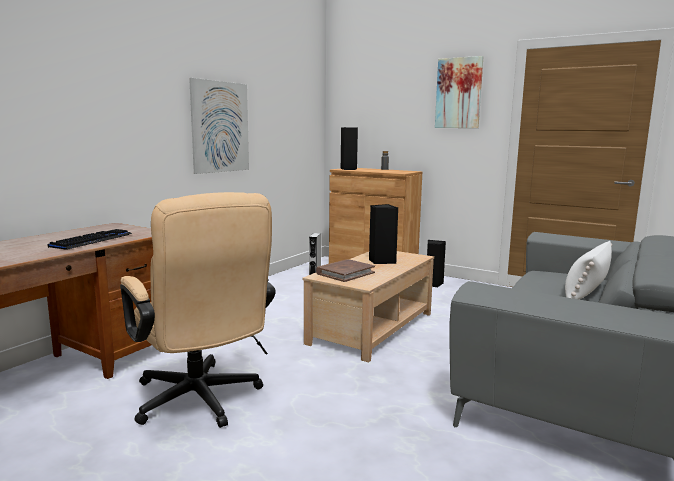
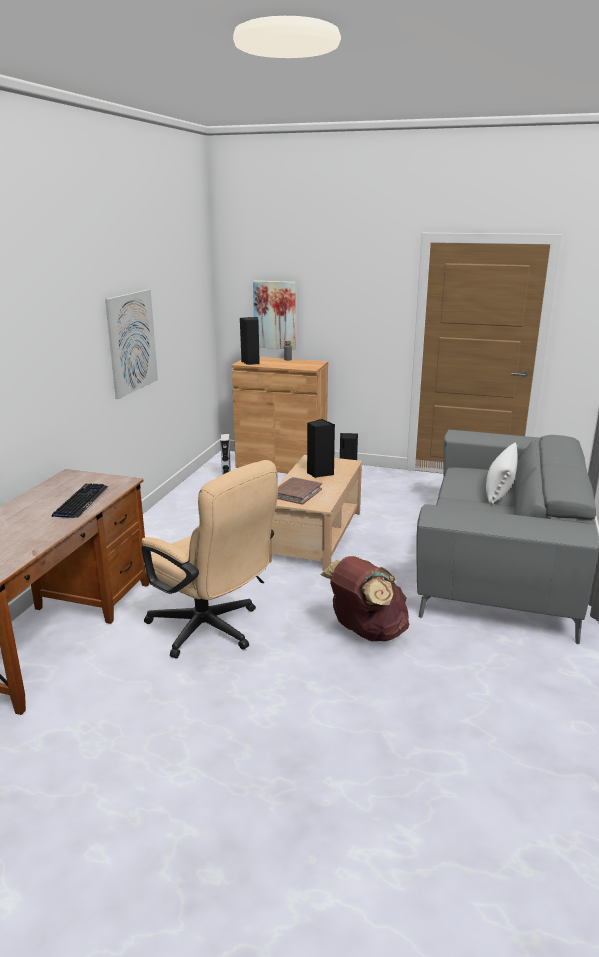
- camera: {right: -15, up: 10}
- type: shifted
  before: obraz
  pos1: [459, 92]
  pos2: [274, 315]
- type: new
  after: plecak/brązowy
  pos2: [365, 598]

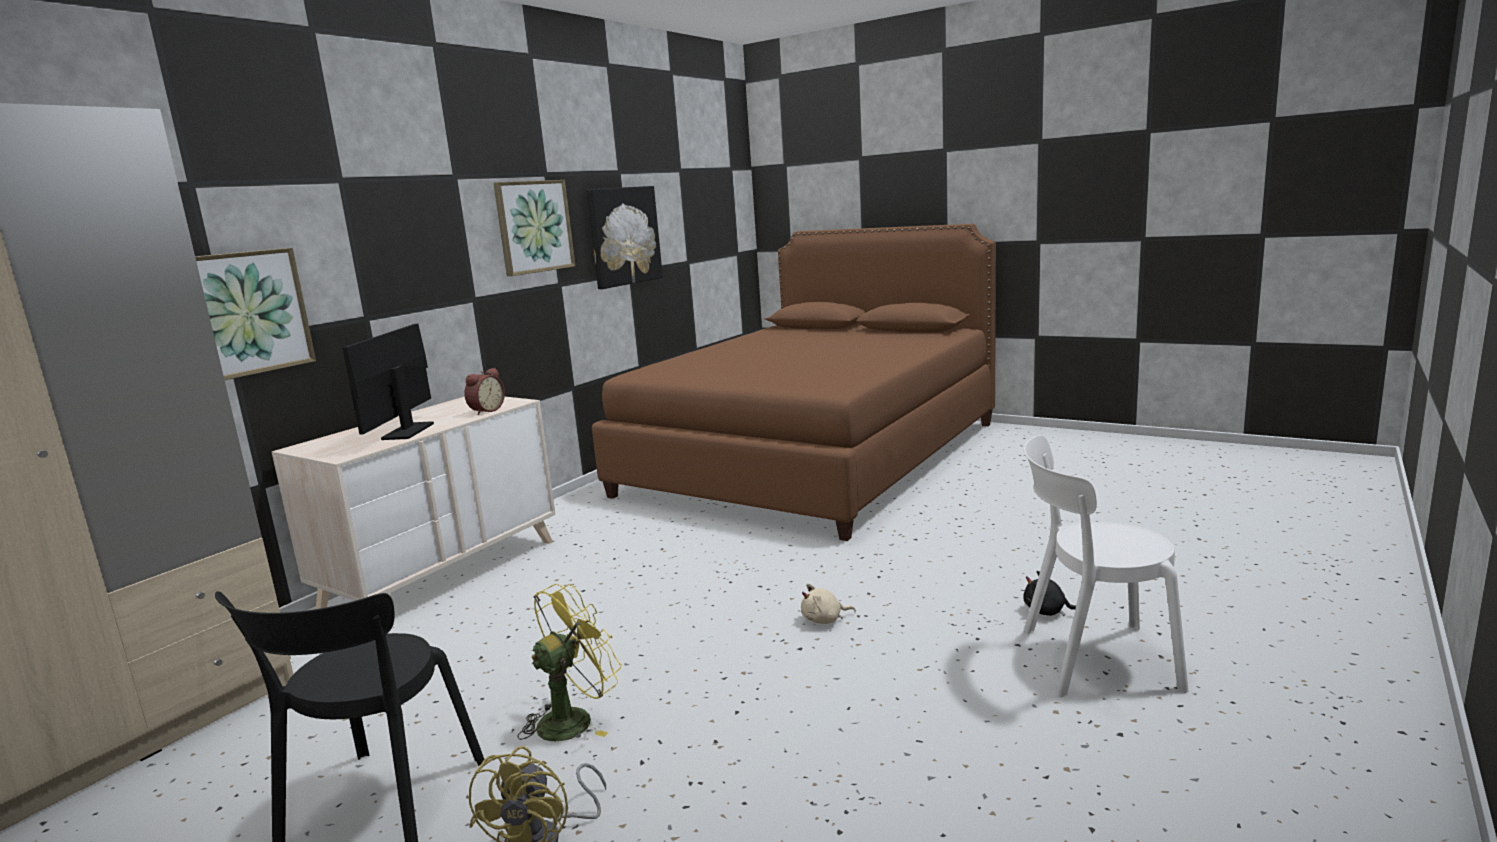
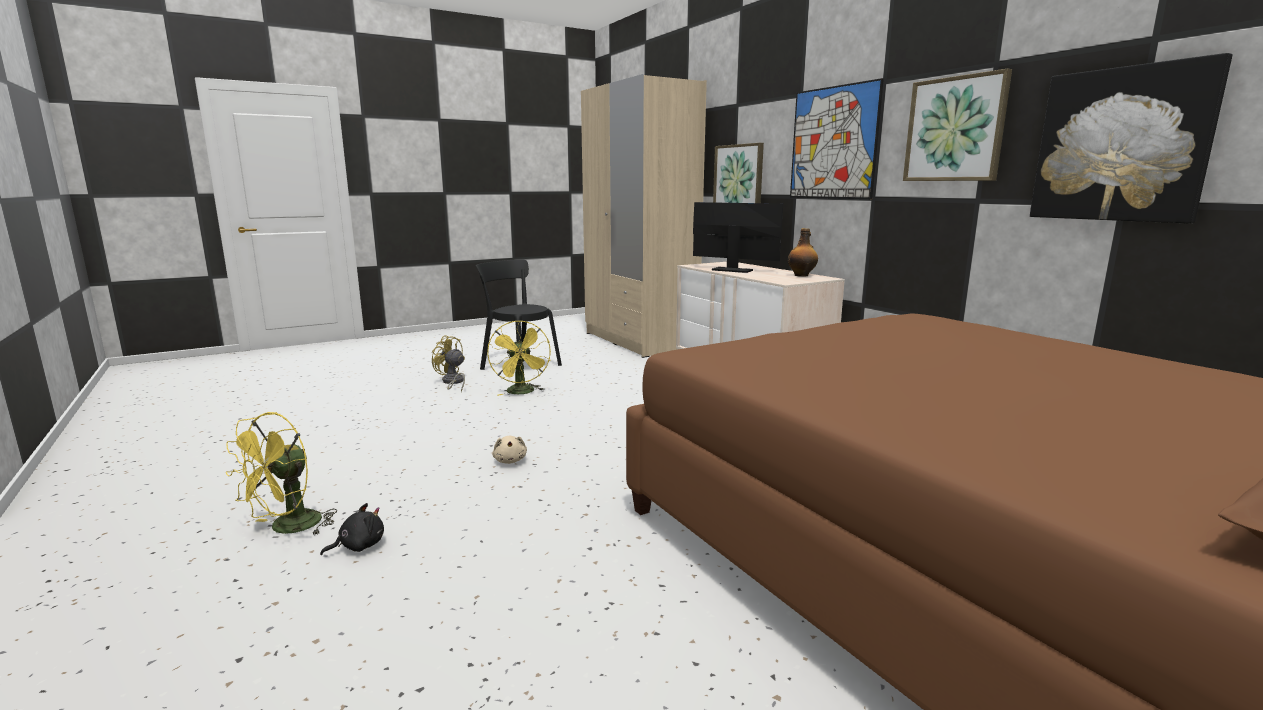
- camera: {right: 115, up: 0}
- type: gone
  before: budzik
  pos1: [484, 391]
- type: swapped
  before: krzesło/biały
  after: wentylator/żółty
  pos1: [1106, 566]
  pos2: [281, 474]
- type: rotated
  before: pluszak/beżowy
  pos1: [828, 604]
  pos2: [509, 450]
  turn: 150
- type: new
  after: obraz
  pos2: [837, 138]
- type: new
  after: butelka
  pos2: [803, 252]

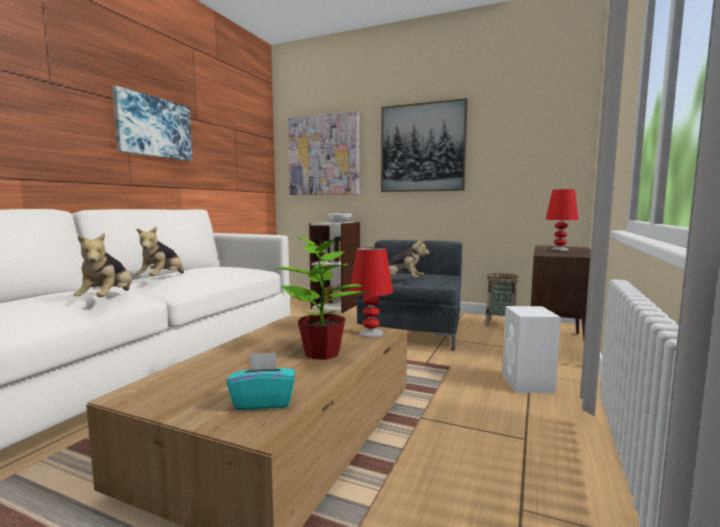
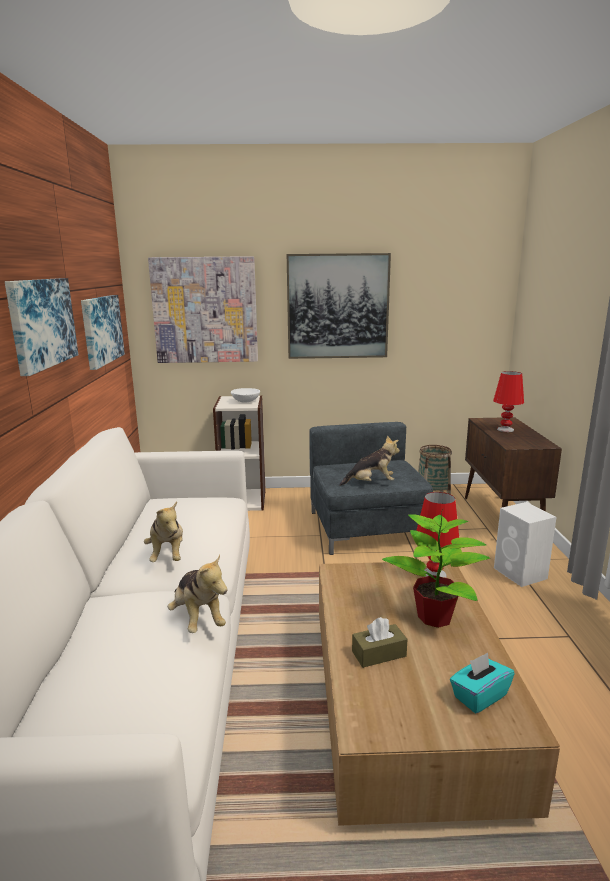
- camera: {right: -25, up: 10}
- type: new
  after: obraz
  pos2: [103, 332]
- type: new
  after: pudełko chusteczek/brązowy
  pos2: [380, 642]

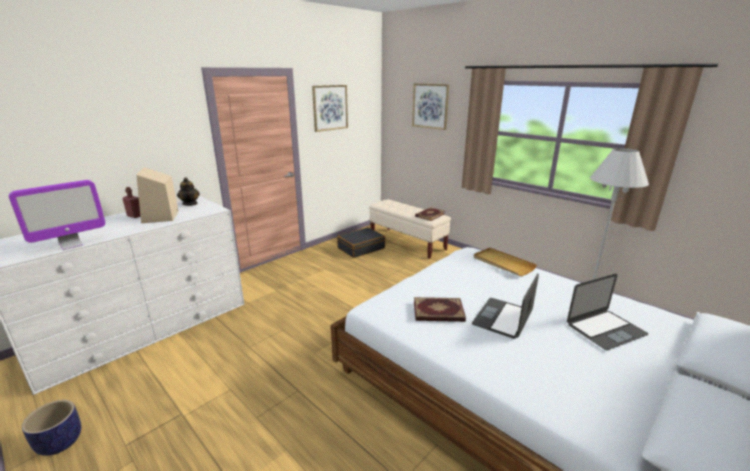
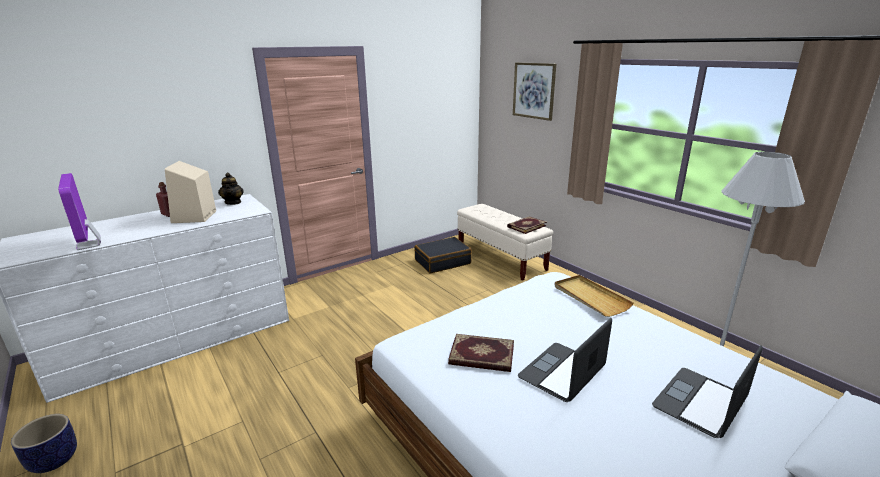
- camera: {right: 10, up: 0}
- type: gone
  before: obraz
  pos1: [330, 108]
- type: rotated
  before: monitor
  pos1: [57, 215]
  pos2: [79, 211]
  turn: 90
- type: rotated
  before: laptop
  pos1: [607, 312]
  pos2: [707, 391]
  turn: 150

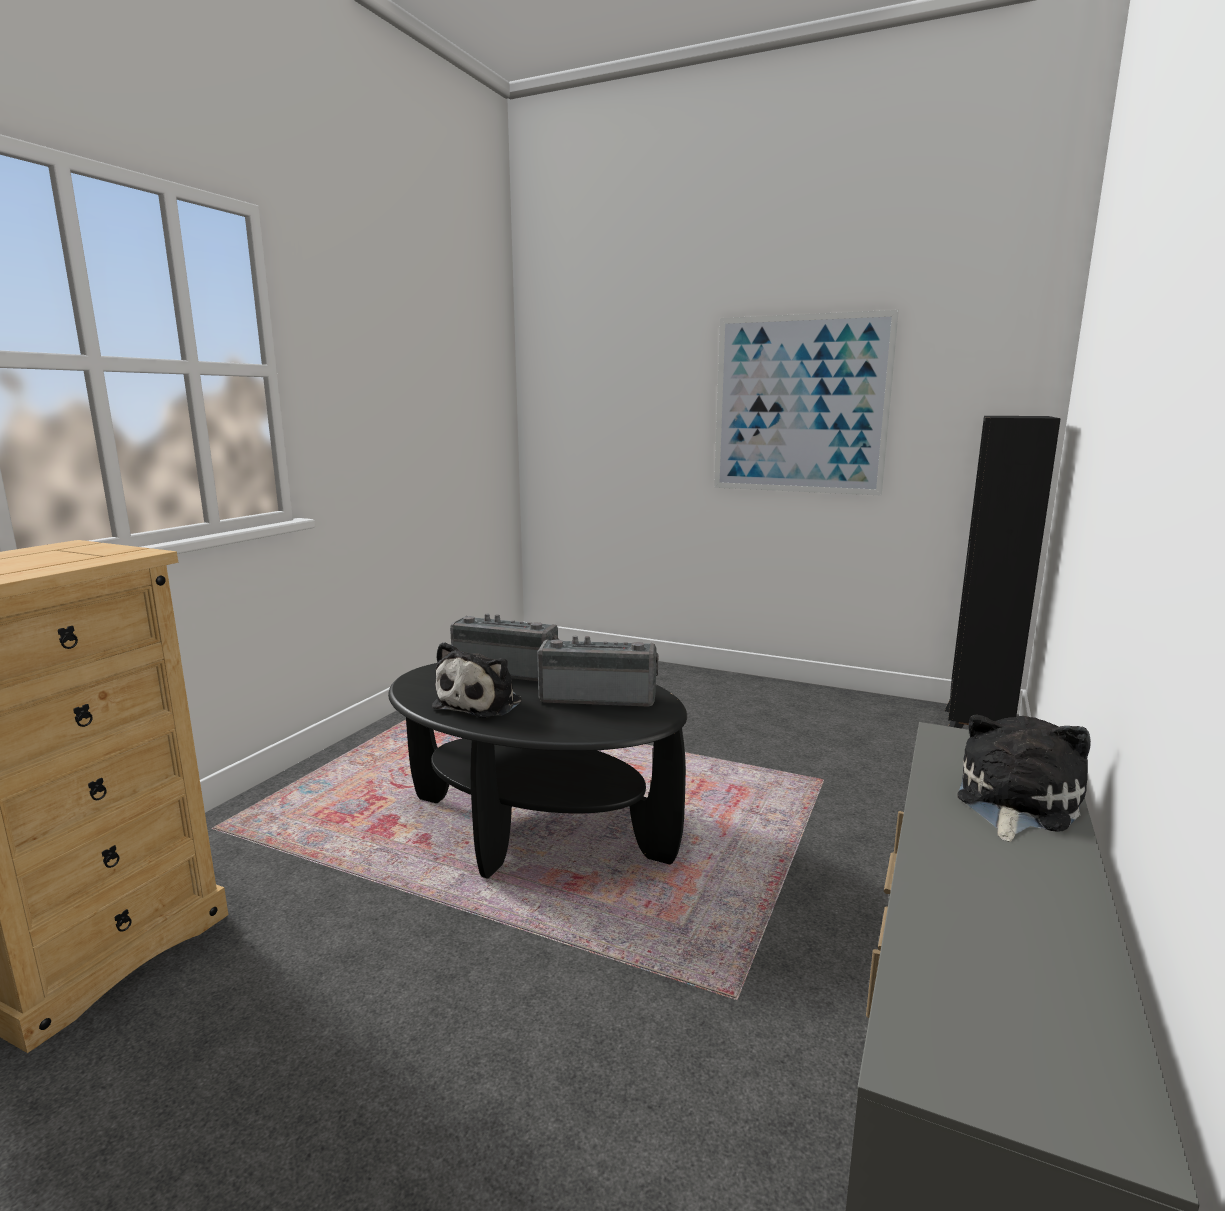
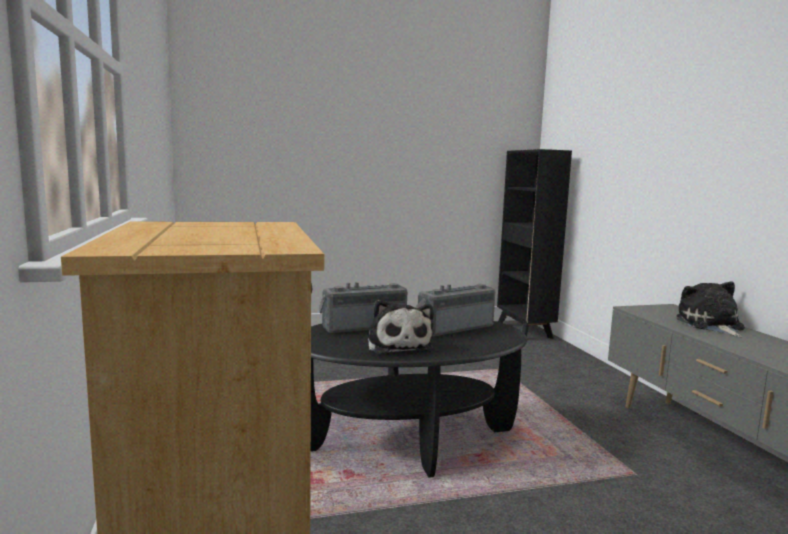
- camera: {right: -40, up: -5}
- type: gone
  before: obraz
  pos1: [806, 403]

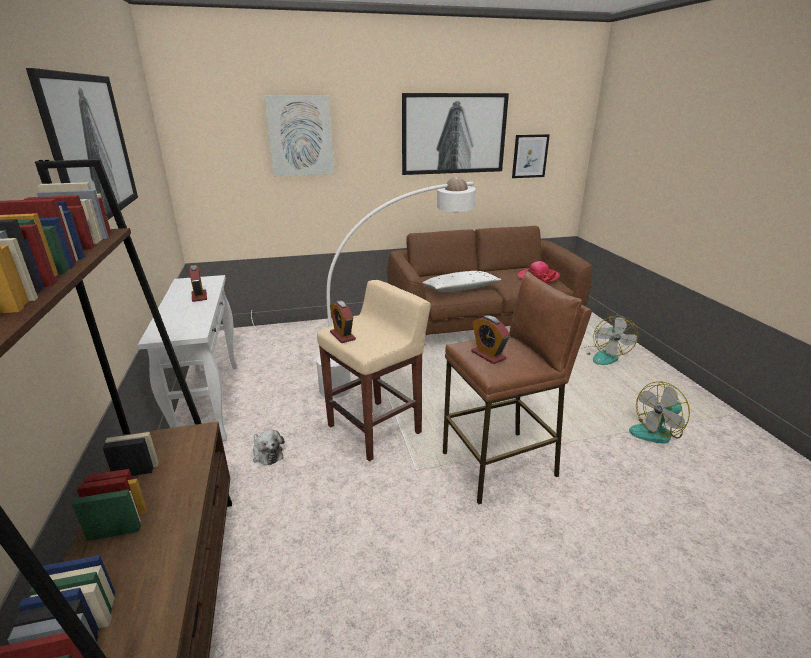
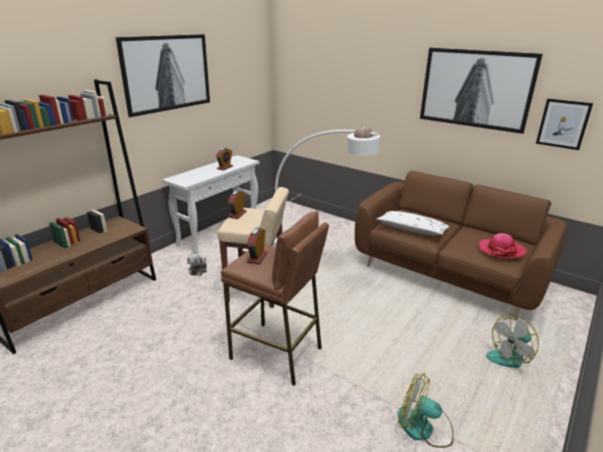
- camera: {right: 50, up: 0}
- type: gone
  before: obraz
  pos1: [299, 136]

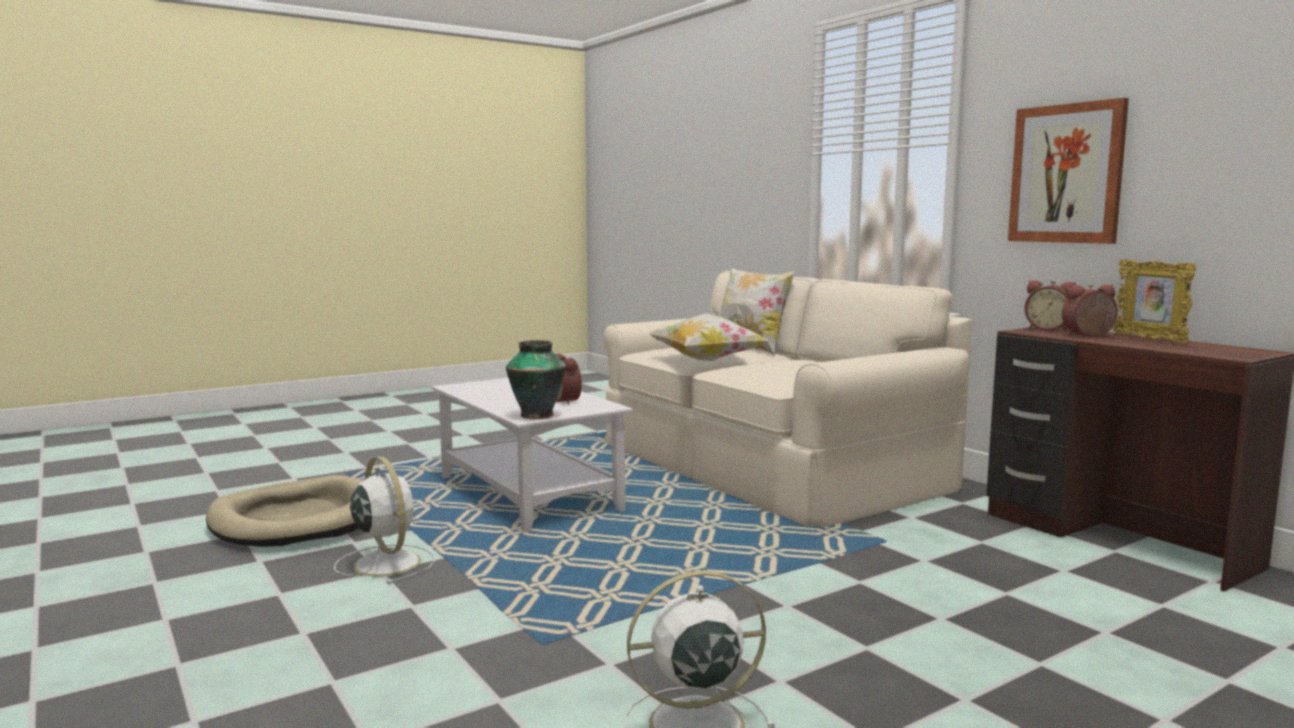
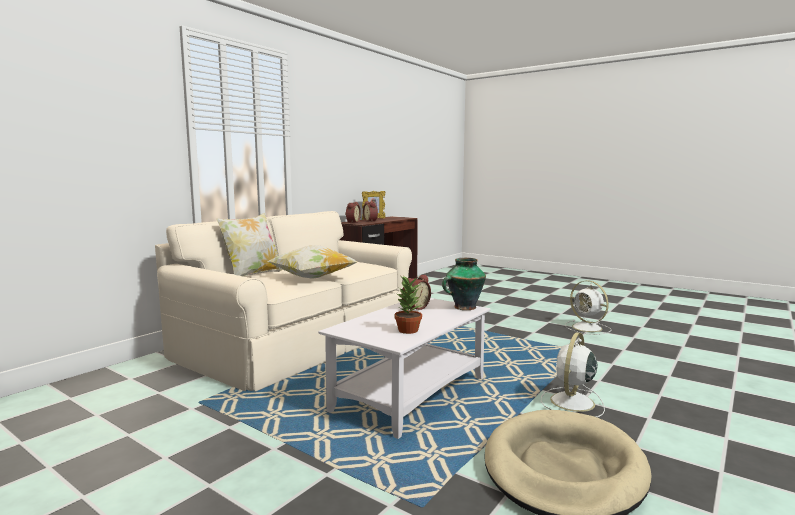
- camera: {right: -110, up: 0}
- type: gone
  before: obraz
  pos1: [1068, 171]
- type: new
  after: roślina doniczkowa
  pos2: [408, 304]

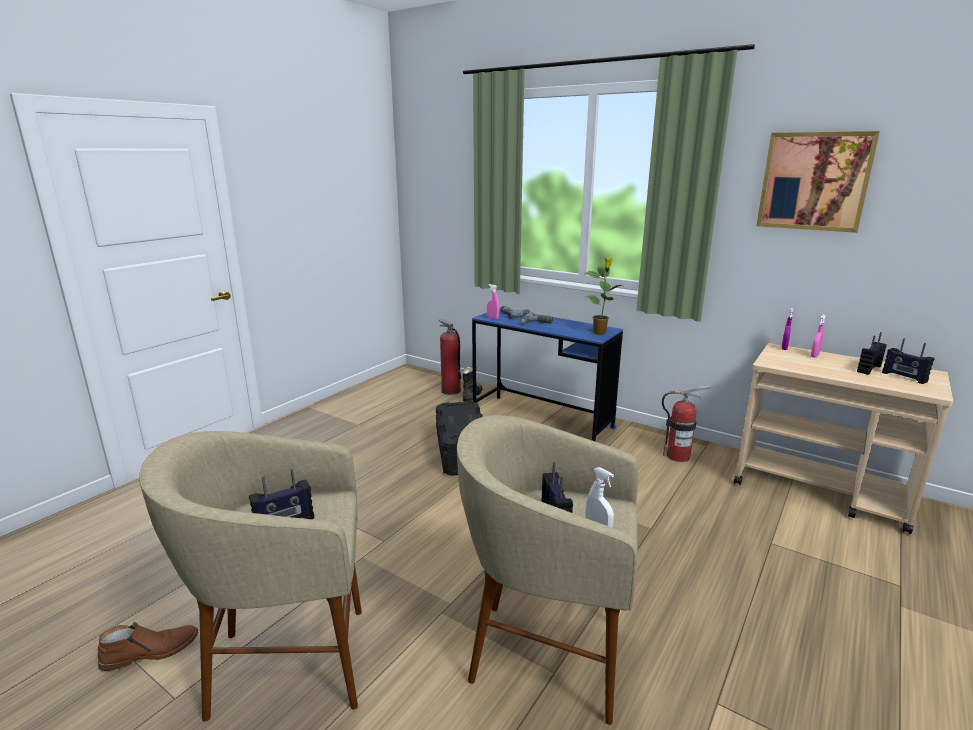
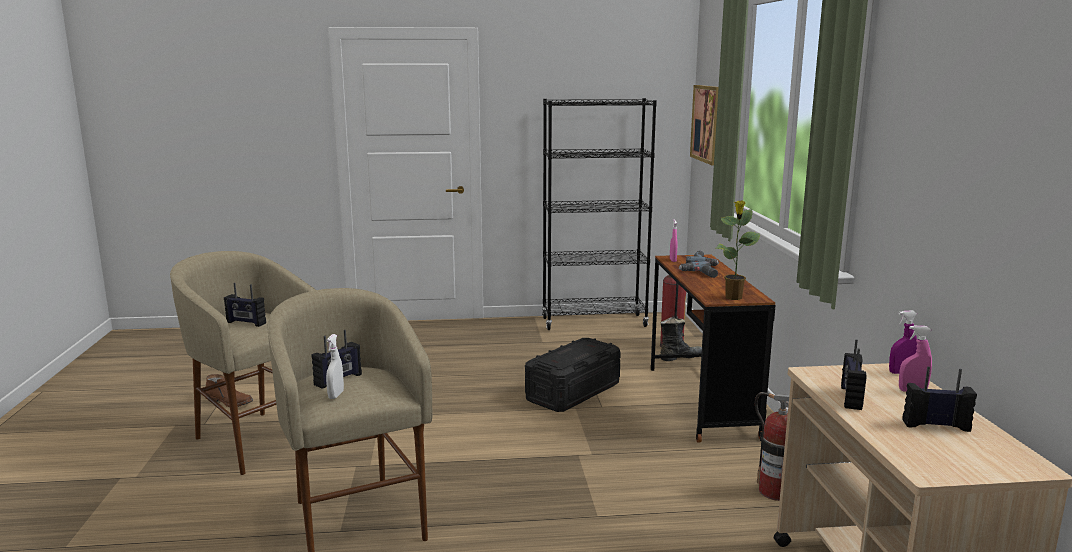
- camera: {right: 50, up: -5}
- type: shifted
  before: obraz
  pos1: [818, 182]
  pos2: [704, 125]
- type: repainted
  before: biurko/niebieski
  after: biurko/brązowy
  pos1: [547, 375]
  pos2: [713, 348]
- type: shifted
  before: radio
  pos1: [908, 361]
  pos2: [854, 374]
- type: new
  after: regał/czarny
  pos2: [599, 214]

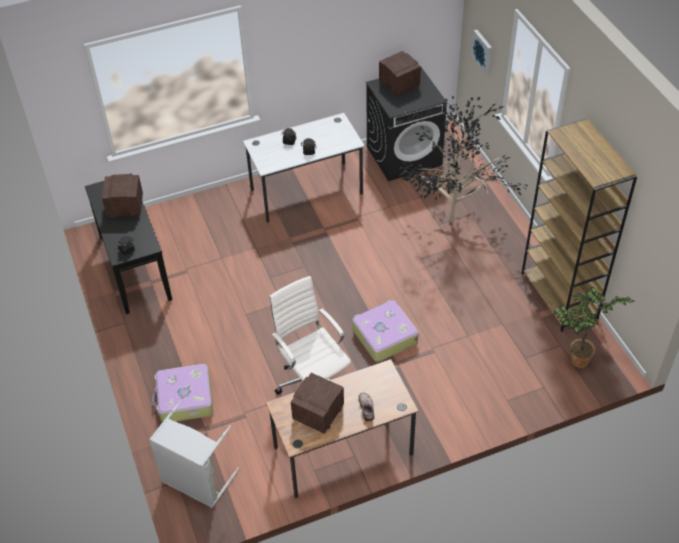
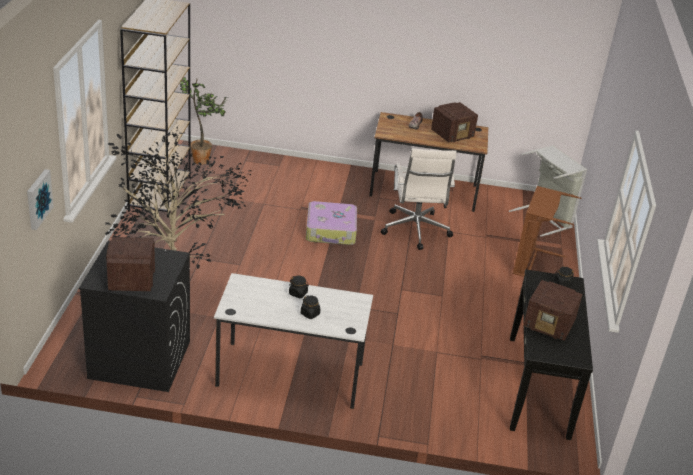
- camera: {right: -155, up: -15}
- type: swapped
  before: walizka
  after: kosz na pranie/brązowy
  pos1: [182, 393]
  pos2: [547, 231]

